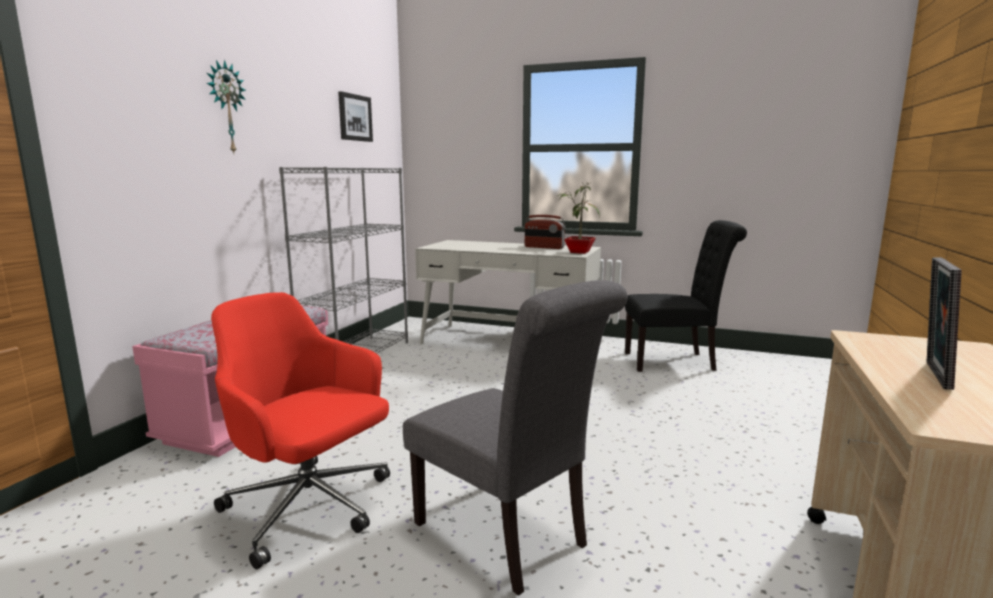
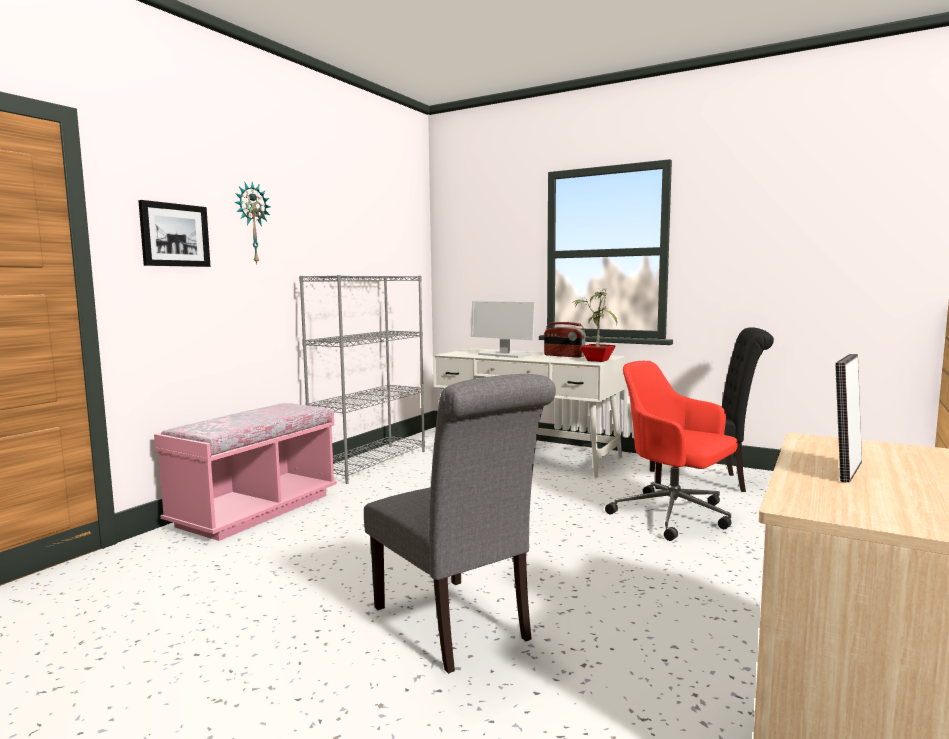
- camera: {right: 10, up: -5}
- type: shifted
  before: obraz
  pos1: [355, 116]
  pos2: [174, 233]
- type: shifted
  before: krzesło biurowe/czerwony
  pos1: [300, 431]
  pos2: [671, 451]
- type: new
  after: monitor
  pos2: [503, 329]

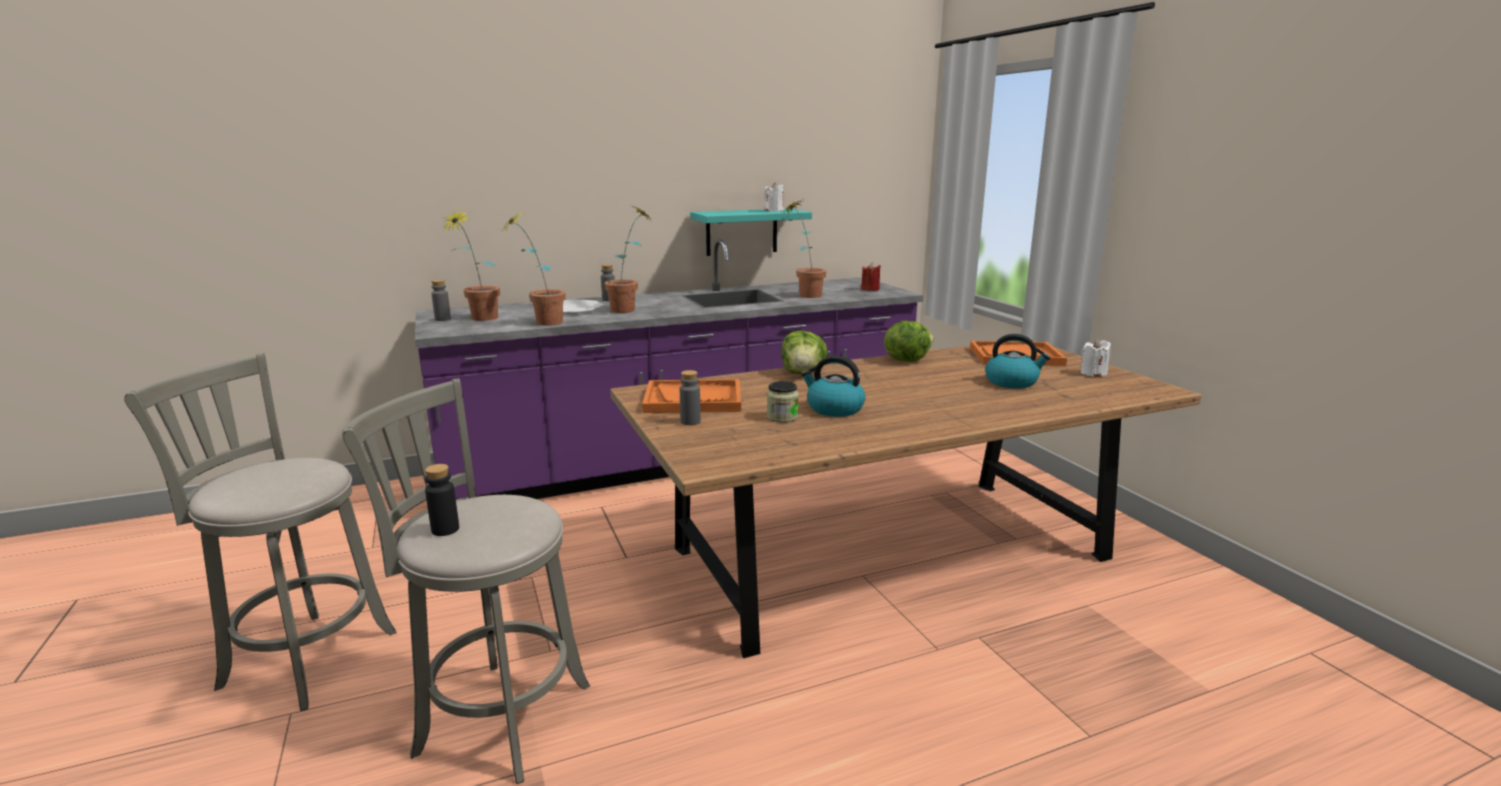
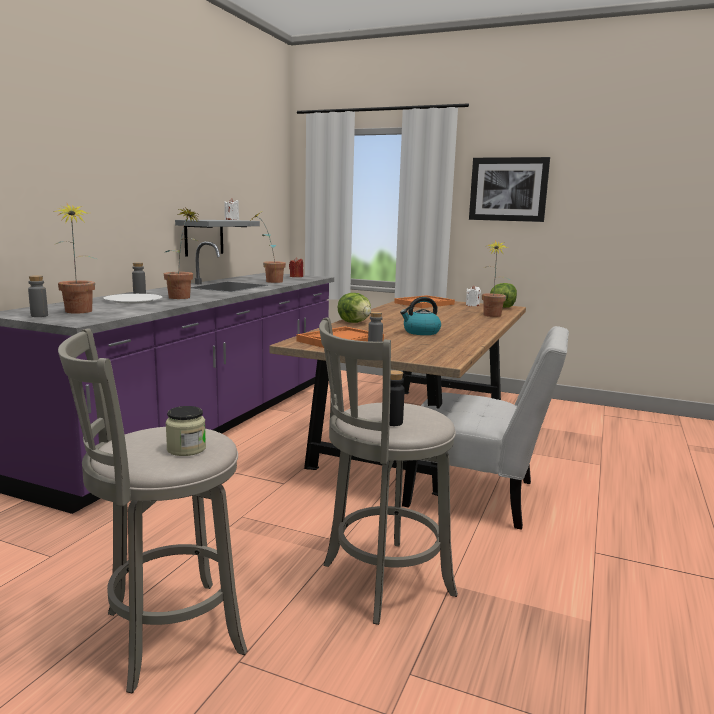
- camera: {right: -45, up: -5}
- type: repainted
  before: półka/turkusowy
  after: półka/szary
  pos1: [751, 232]
  pos2: [217, 238]
- type: shifted
  before: roślina doniczkowa
  pos1: [534, 268]
  pos2: [495, 278]
- type: shifted
  before: sałata
  pos1: [909, 341]
  pos2: [503, 295]
- type: gone
  before: czajnik
  pos1: [1018, 361]
- type: shifted
  before: słoik
  pos1: [783, 401]
  pos2: [185, 431]
- type: new
  after: obraz
  pos2: [509, 189]
- type: new
  after: krzesło/biały
  pos2: [485, 428]

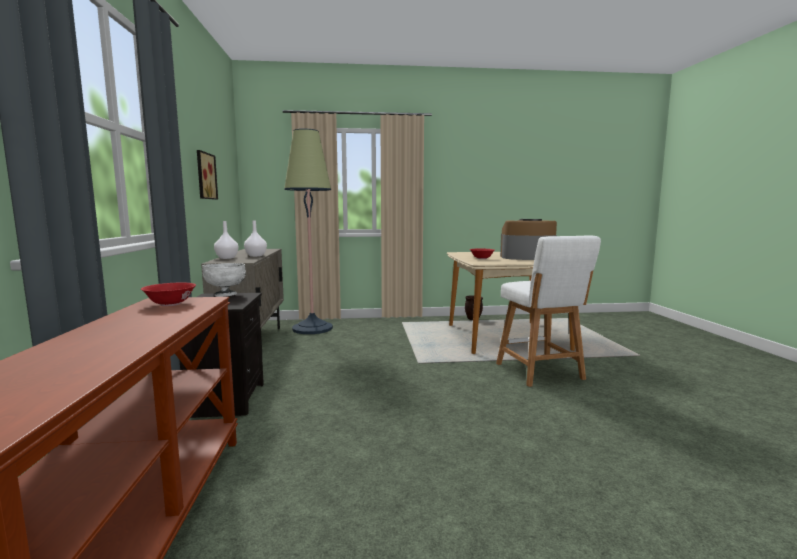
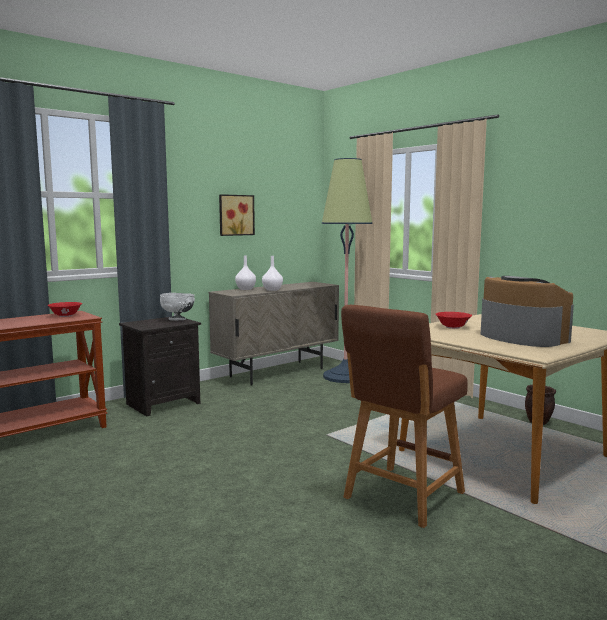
- camera: {right: 55, up: 0}
- type: repainted
  before: stołek/biały
  after: stołek/brązowy
  pos1: [548, 311]
  pos2: [404, 416]

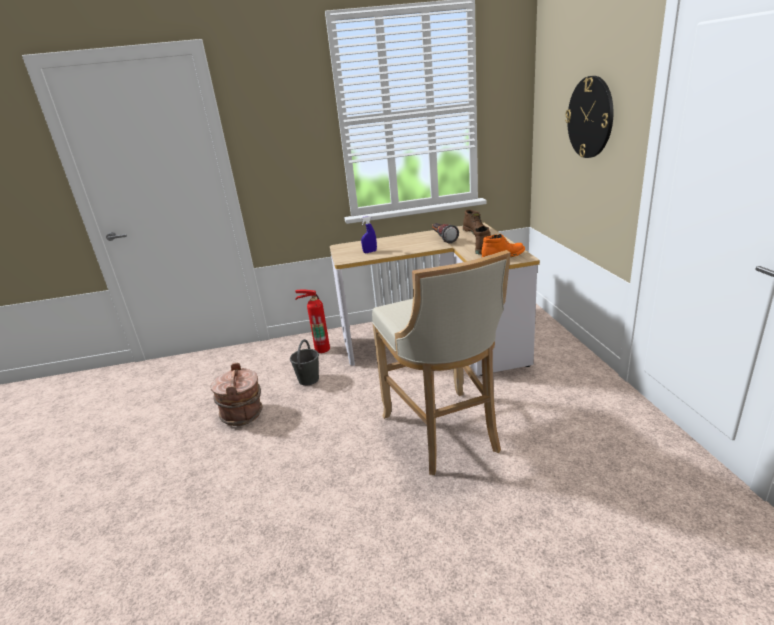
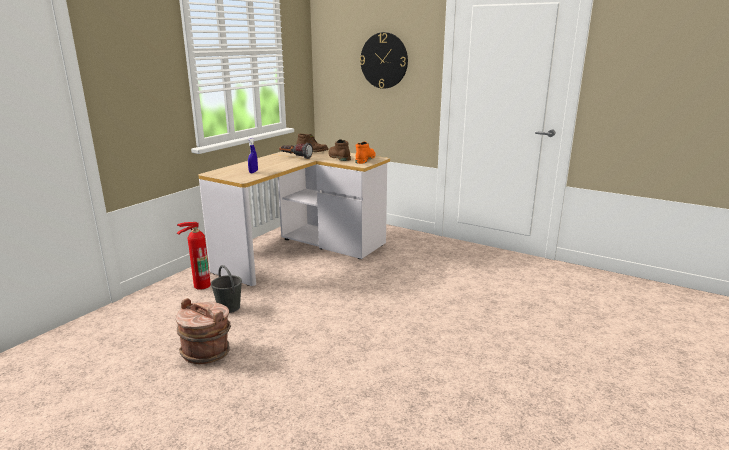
- camera: {right: -50, up: -5}
- type: gone
  before: stołek/beżowy
  pos1: [441, 362]

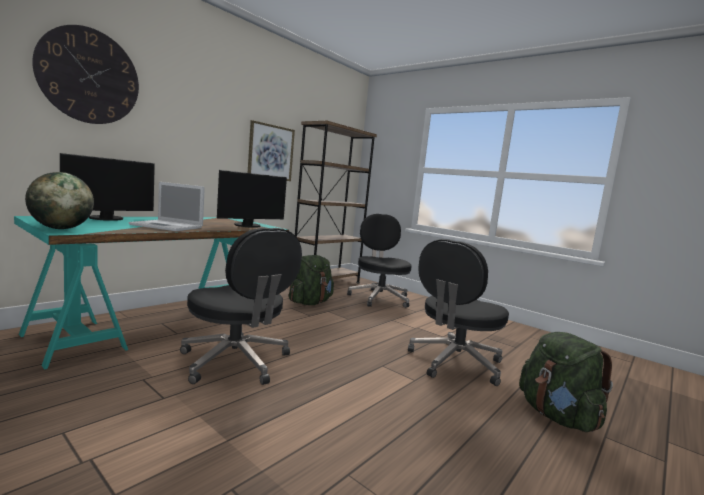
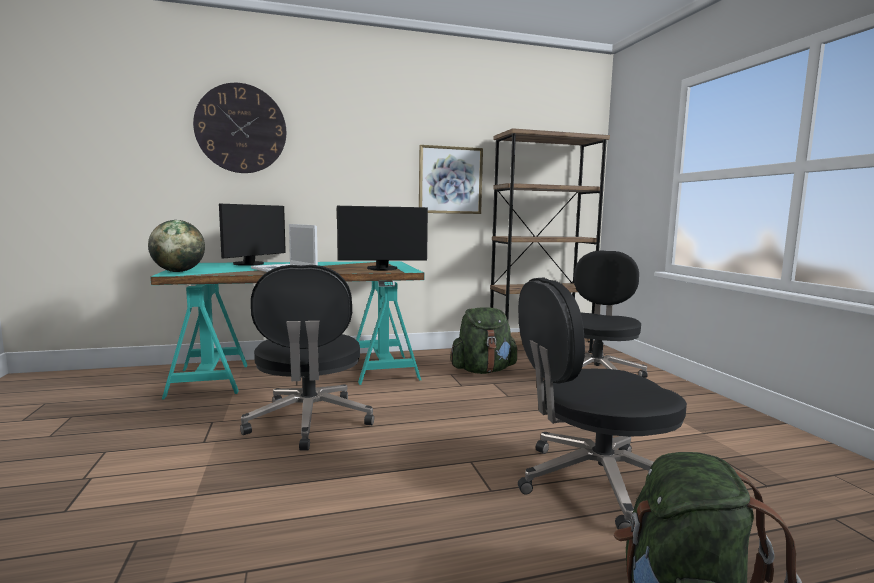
- camera: {right: 35, up: 0}
- type: rotated
  before: monitor
  pos1: [107, 187]
  pos2: [252, 235]
  turn: -45

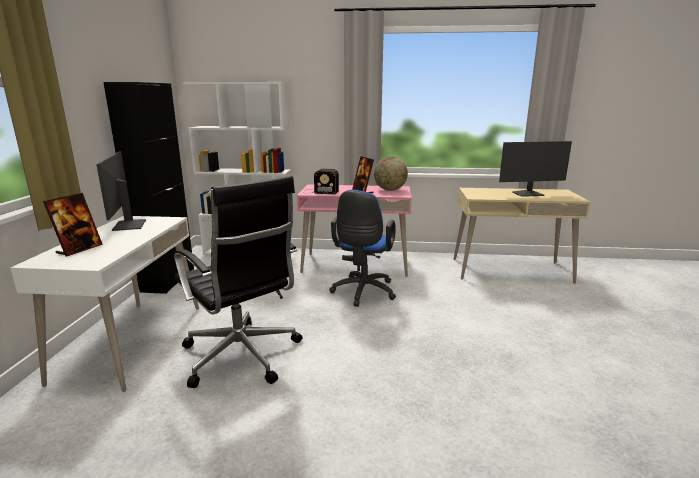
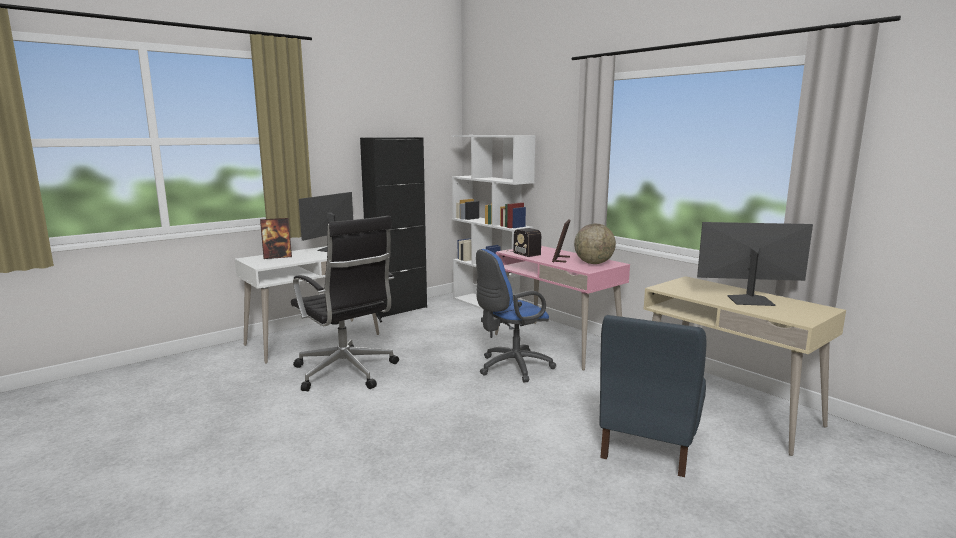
- camera: {right: 45, up: -5}
- type: rotated
  before: monitor
  pos1: [535, 169]
  pos2: [755, 264]
  turn: 150
- type: rotated
  before: krzesło biurowe/czarny
  pos1: [238, 282]
  pos2: [345, 303]
  turn: -45
- type: new
  after: krzesło/niebieski
  pos2: [653, 396]

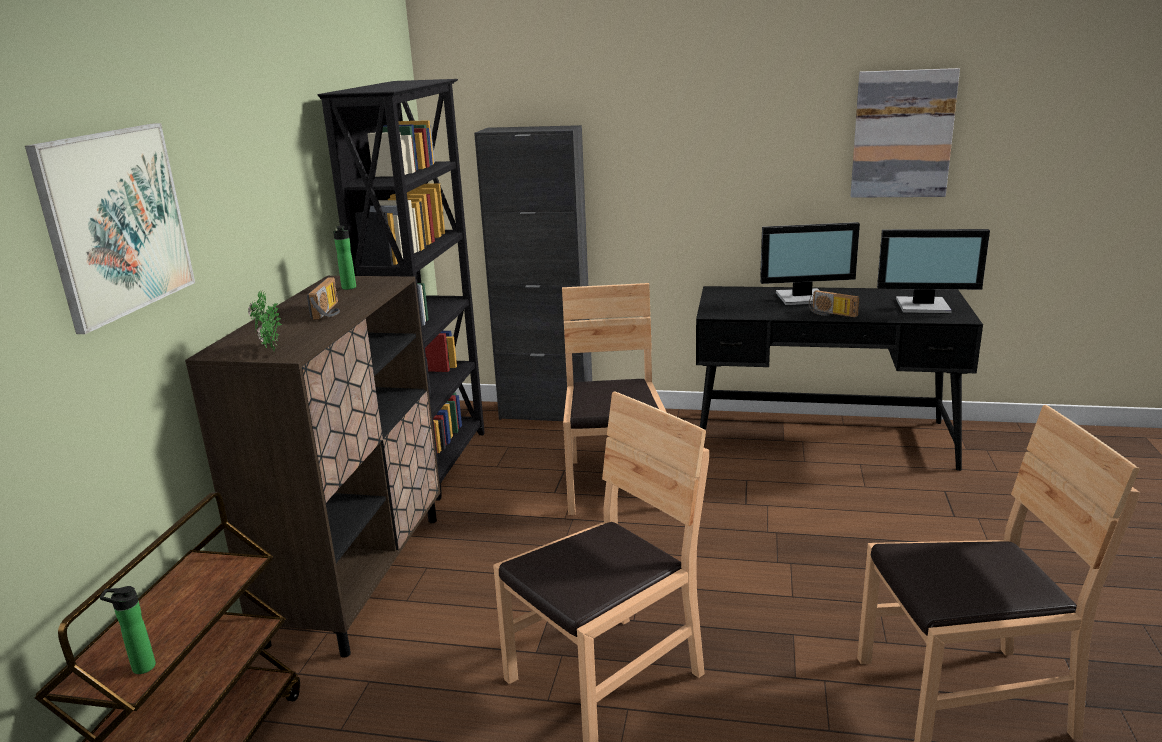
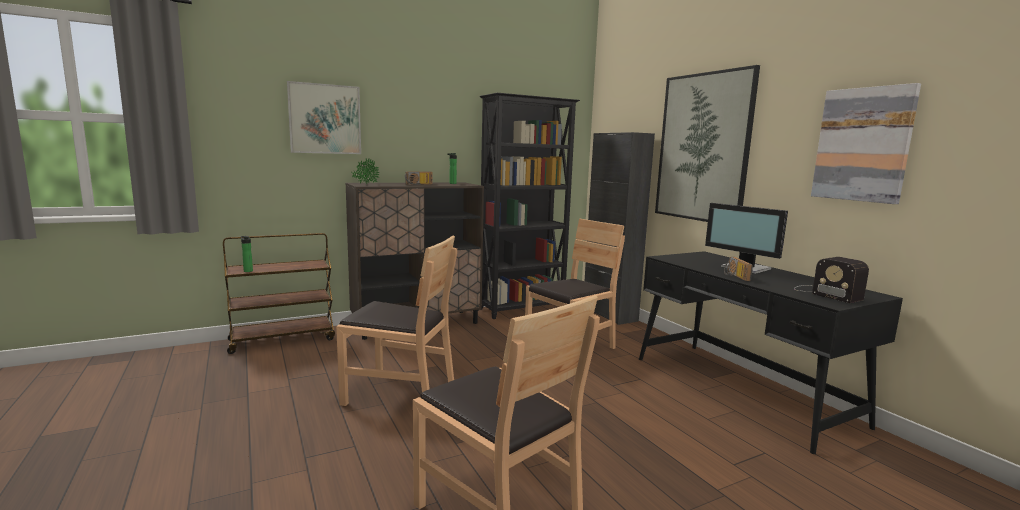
- camera: {right: 50, up: -10}
- type: swapped
  before: monitor
  after: radio
  pos1: [933, 271]
  pos2: [831, 280]
- type: new
  after: obraz
  pos2: [707, 143]

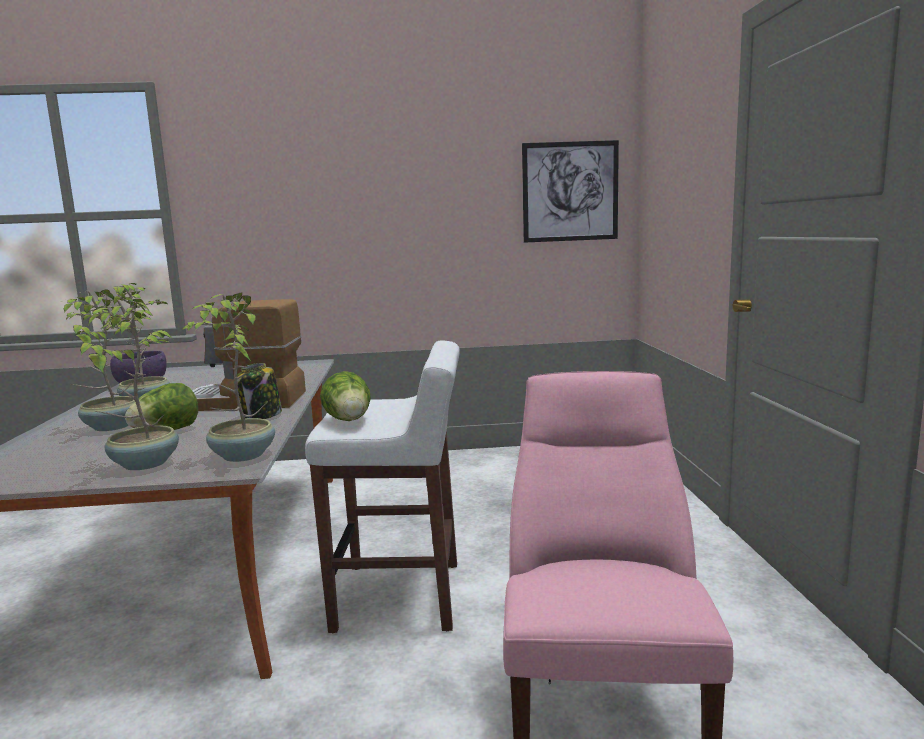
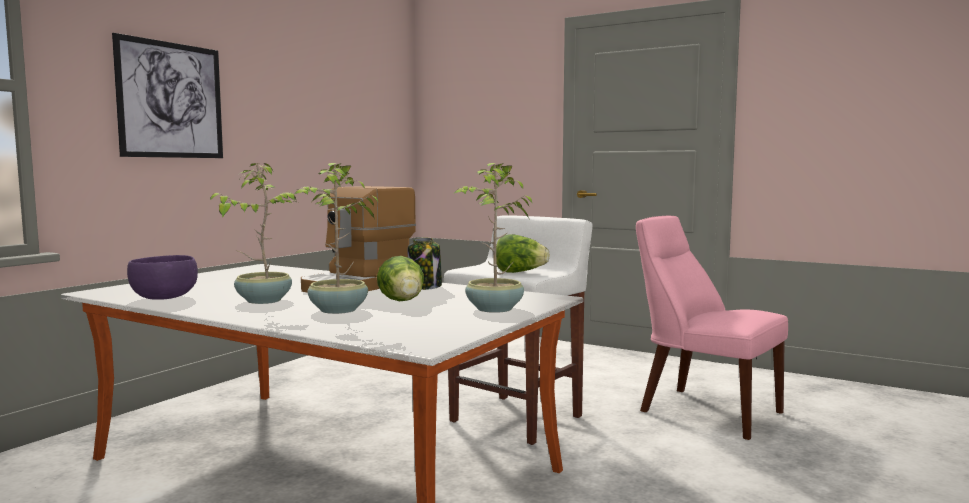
- camera: {right: -55, up: -5}
- type: shifted
  before: obraz
  pos1: [570, 191]
  pos2: [167, 95]
- type: gone
  before: roślina doniczkowa
  pos1: [229, 377]

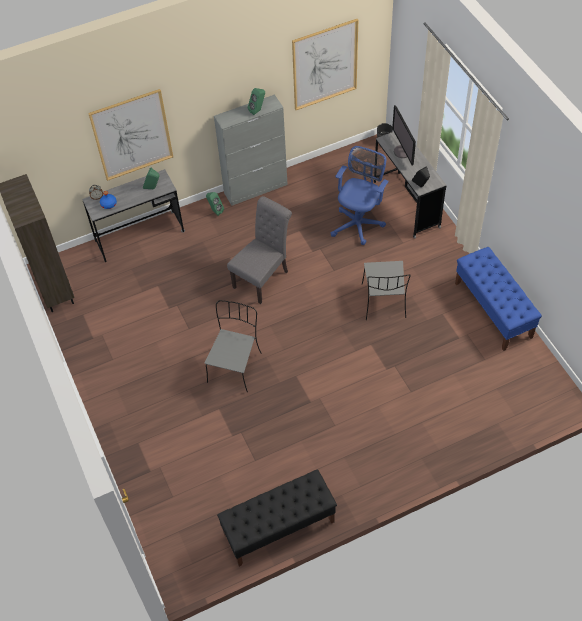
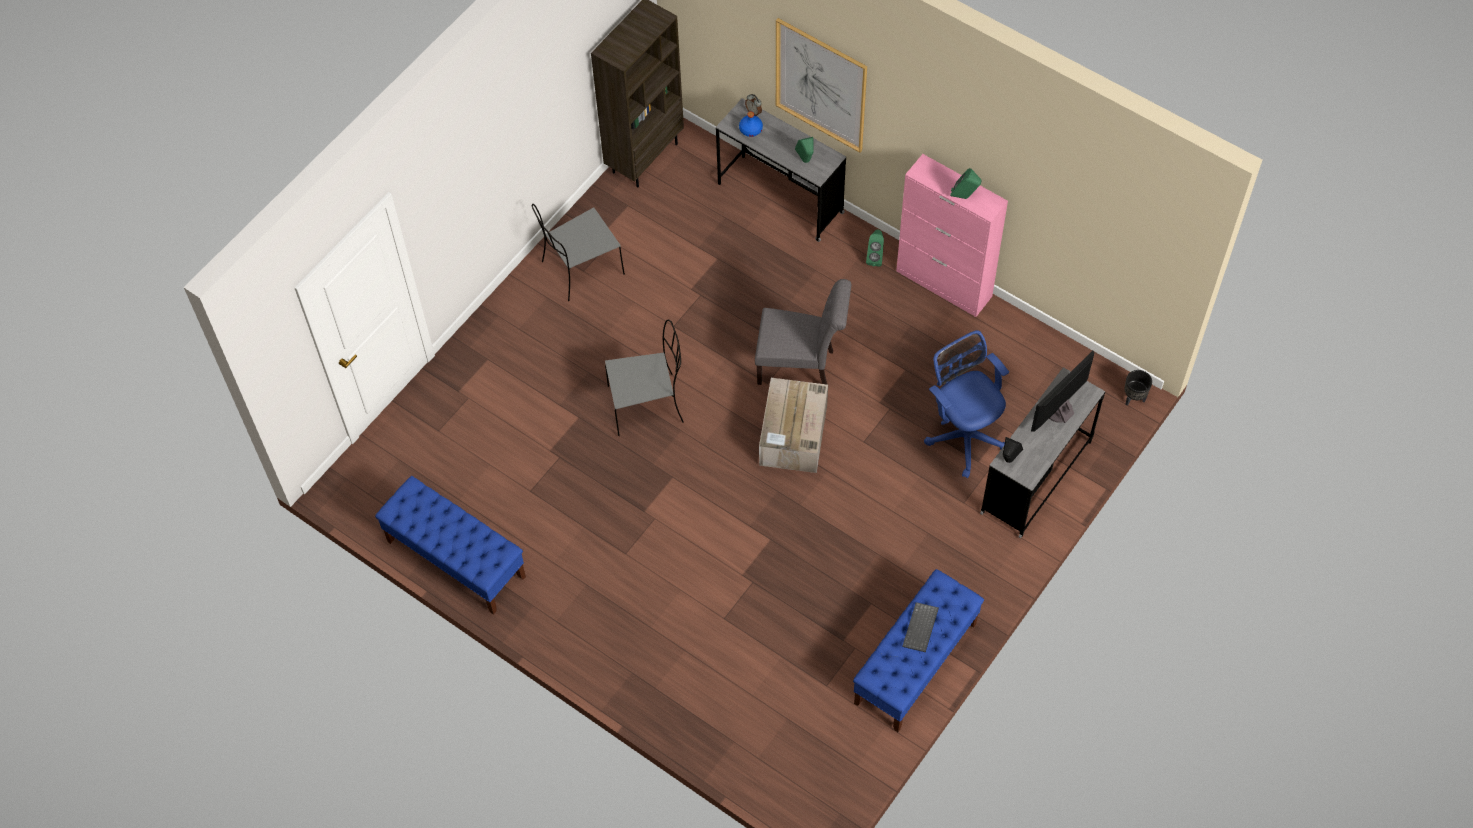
- camera: {right: 60, up: 5}
- type: gone
  before: obraz
  pos1: [325, 64]
- type: repainted
  before: szafka/szary
  after: szafka/różowy
  pos1: [251, 150]
  pos2: [952, 235]
- type: rotated
  before: krzesło biurowe/niebieski
  pos1: [360, 195]
  pos2: [966, 404]
  turn: -120
- type: shifted
  before: krzesło/szary
  pos1: [386, 290]
  pos2: [578, 252]
- type: repainted
  before: ławka/czarny
  after: ławka/niebieski
  pos1: [277, 518]
  pos2: [450, 545]
- type: new
  after: karton
  pos2: [793, 425]
- type: new
  after: klawiatura
  pos2: [920, 627]

